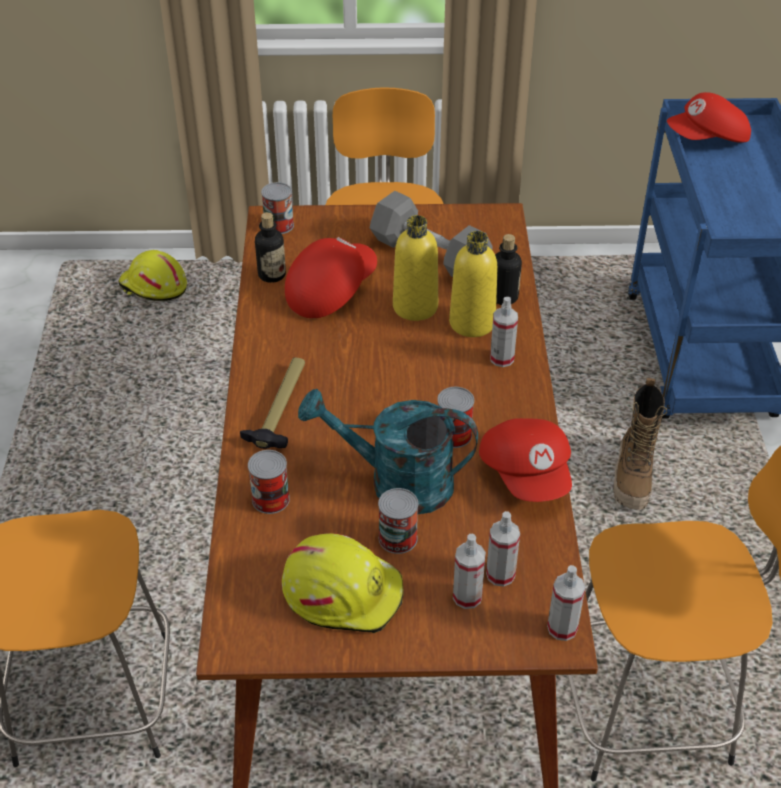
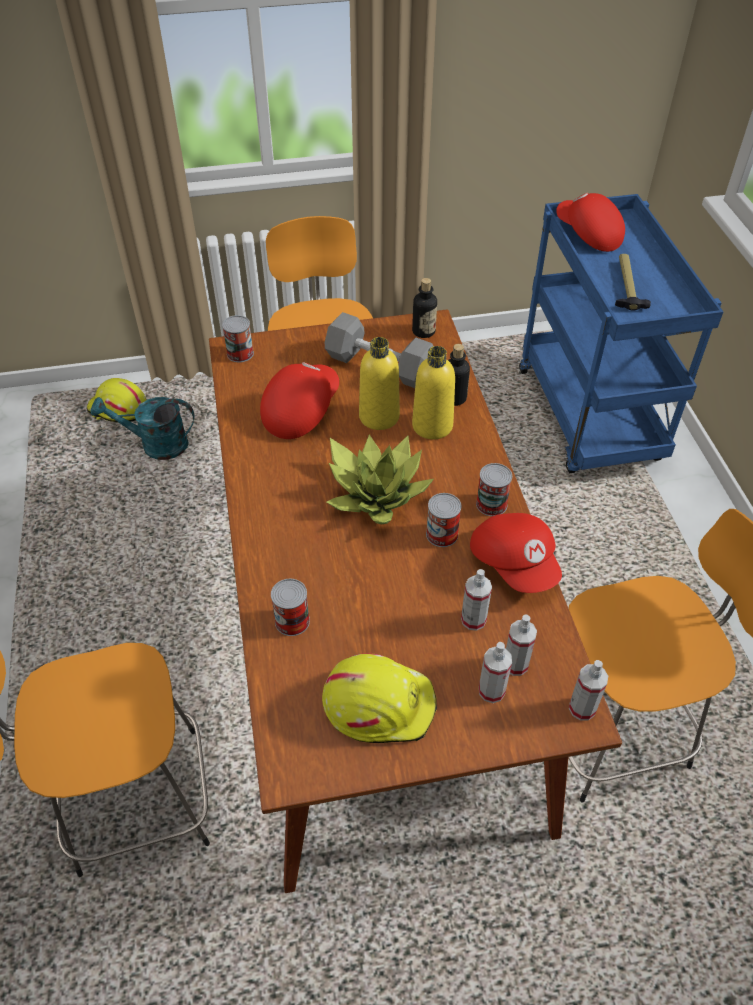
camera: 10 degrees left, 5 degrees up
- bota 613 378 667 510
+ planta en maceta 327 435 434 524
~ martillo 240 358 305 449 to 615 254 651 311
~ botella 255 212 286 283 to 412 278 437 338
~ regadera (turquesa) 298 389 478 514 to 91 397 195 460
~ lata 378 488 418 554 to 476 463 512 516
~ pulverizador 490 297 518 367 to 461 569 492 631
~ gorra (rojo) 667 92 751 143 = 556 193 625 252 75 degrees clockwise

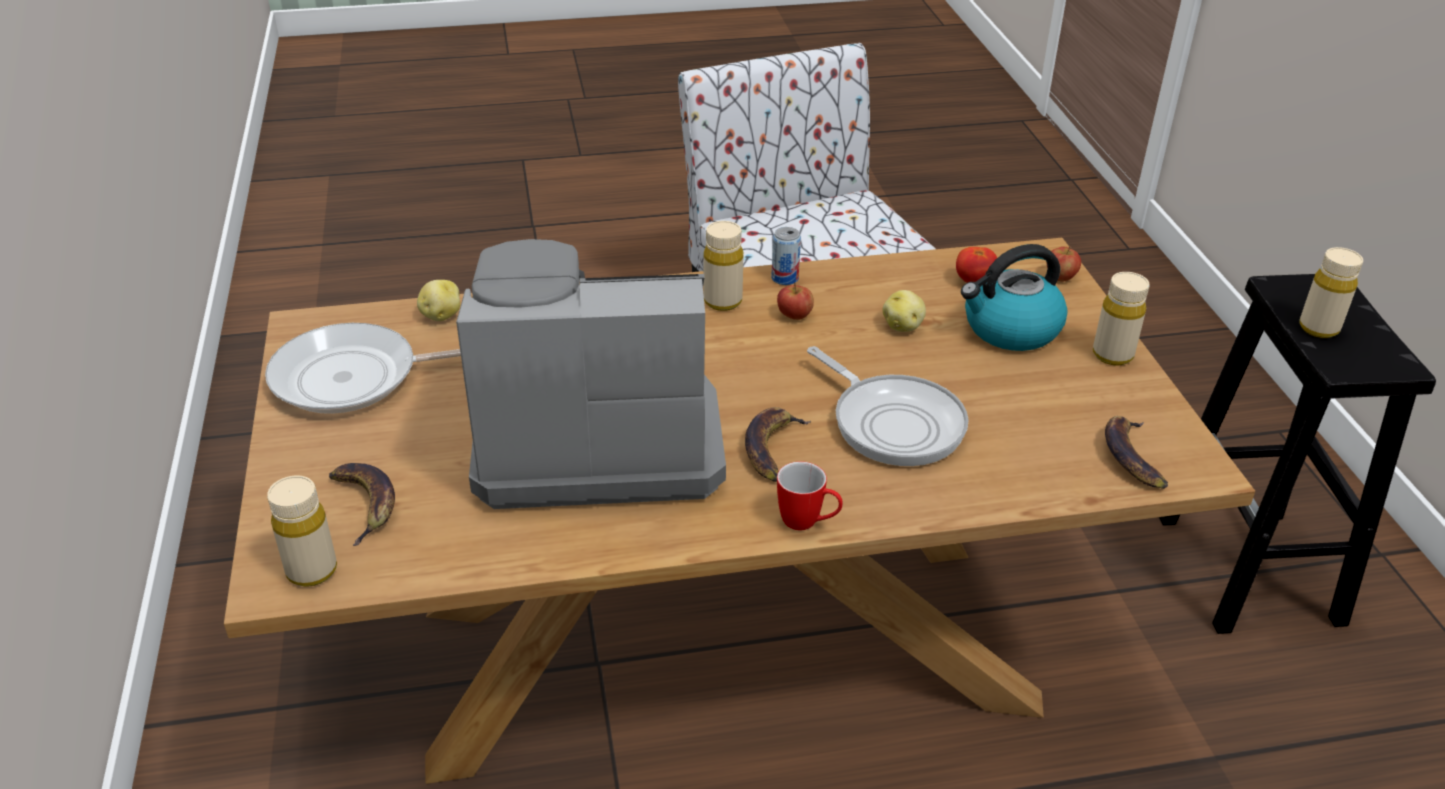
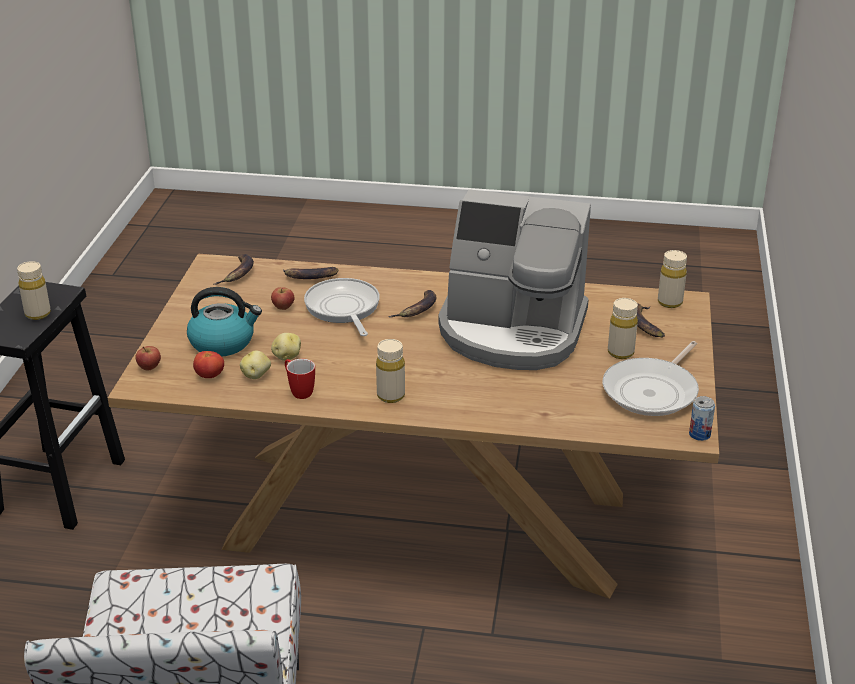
camera: 160 degrees left, 5 degrees down
+ plátano 283 267 338 279
~ patata 417 280 460 321 to 240 351 271 379
~ lata 771 227 801 285 to 689 396 715 441
~ manzana 777 283 814 320 to 271 287 294 310
~ taza grande 777 461 843 530 to 285 359 315 399
~ botella (beis) 1093 272 1149 366 to 608 298 638 359
~ sartén 265 323 461 414 = 603 341 699 416 120 degrees clockwise

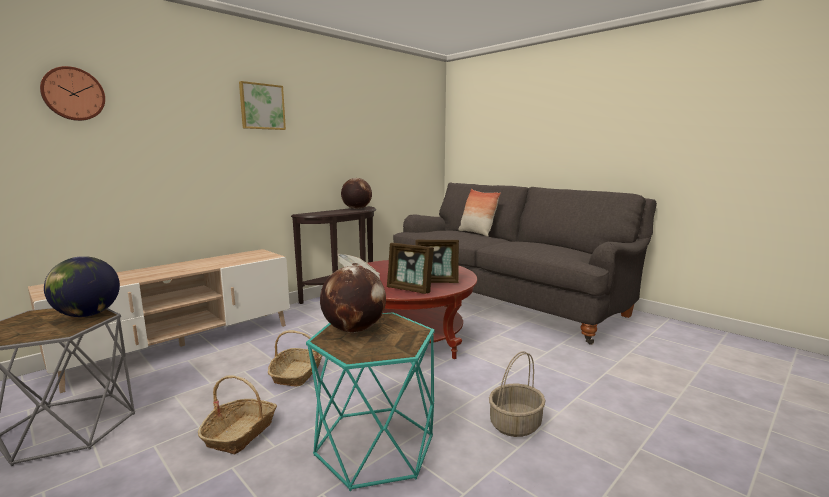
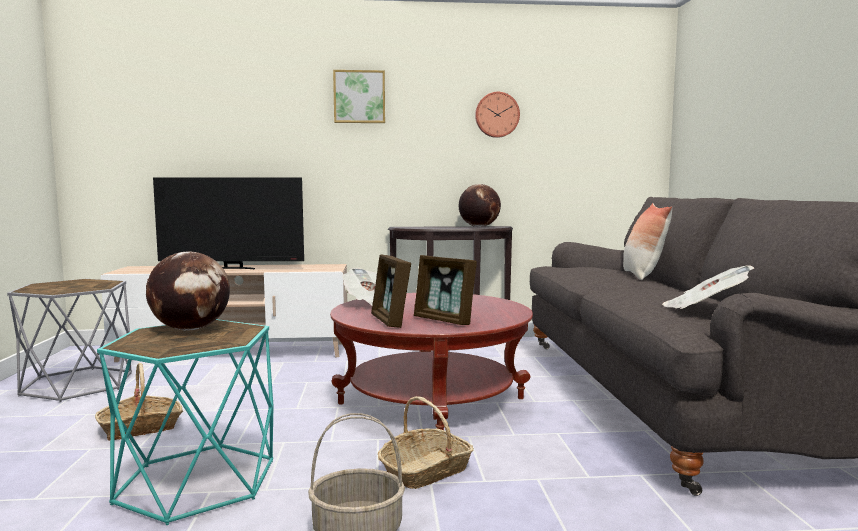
camera: 40 degrees right, 5 degrees down
- globo terráqueo 44 256 120 317
+ televisor 153 178 304 269
+ periódico 662 265 754 309
~ reloj de pared 40 66 105 121 to 475 92 520 138
~ cesta 268 330 323 387 to 378 396 473 489

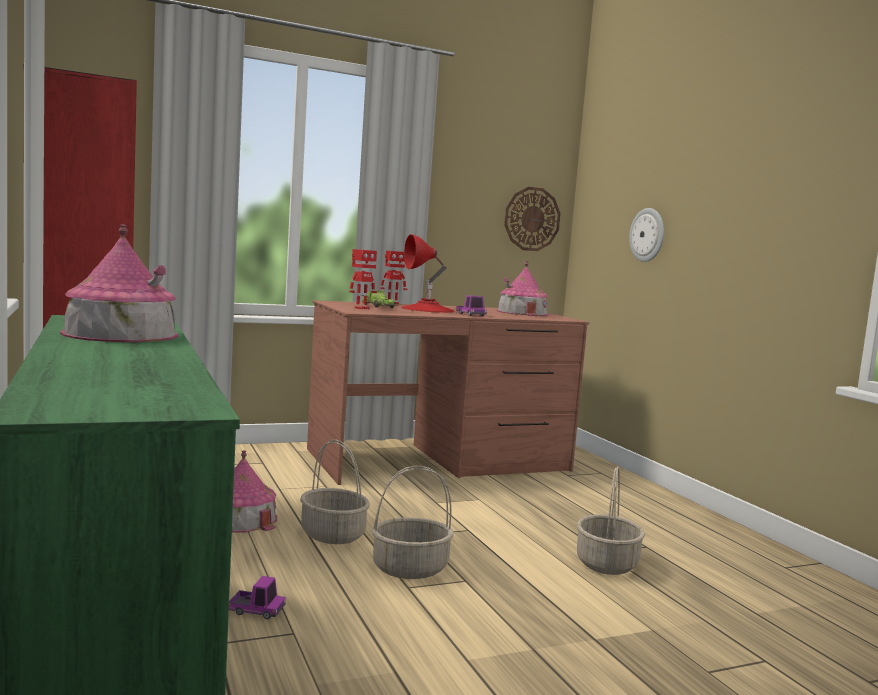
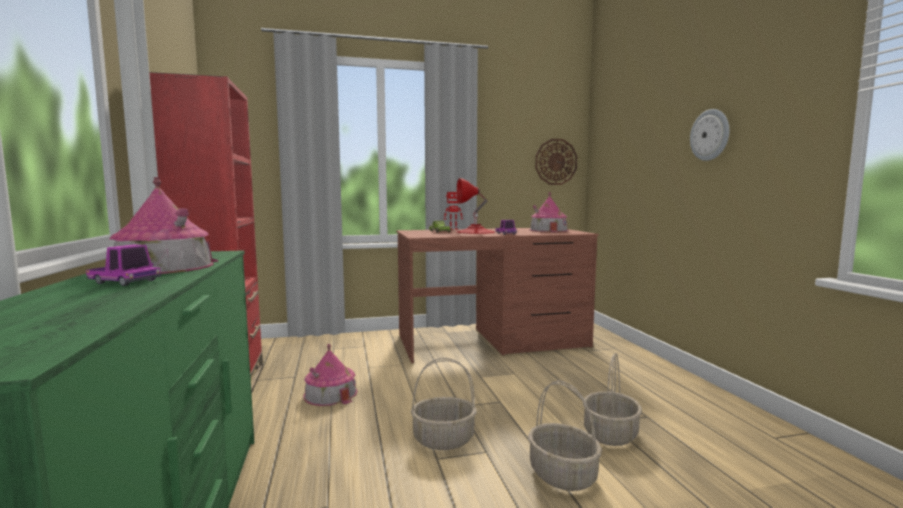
camera: 10 degrees right, 0 degrees up
- robot de juguete 349 249 377 309
~ camión de juguete 229 576 286 619 to 86 244 161 286
~ cesta 300 440 370 544 to 528 380 602 491
~ reloj de pared 629 208 664 262 to 690 109 729 161

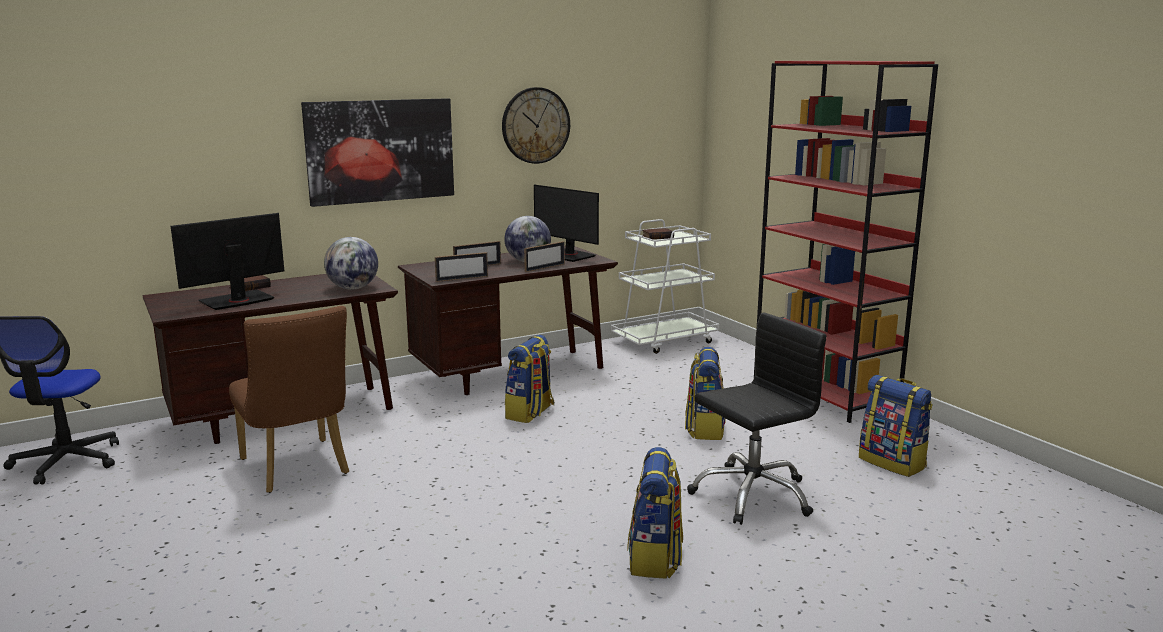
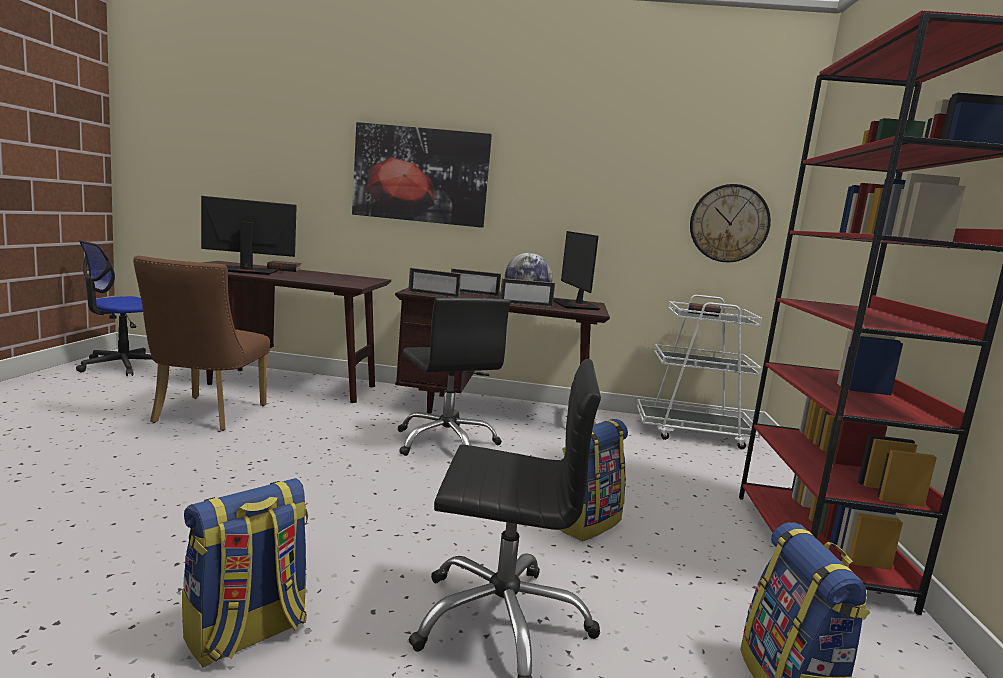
camera: 35 degrees right, 5 degrees down
- globo terráqueo 324 237 378 290
~ reloj de pared 502 87 570 164 to 690 184 771 262
~ mochila 505 335 555 423 to silla de oficina (negro) 398 297 510 456

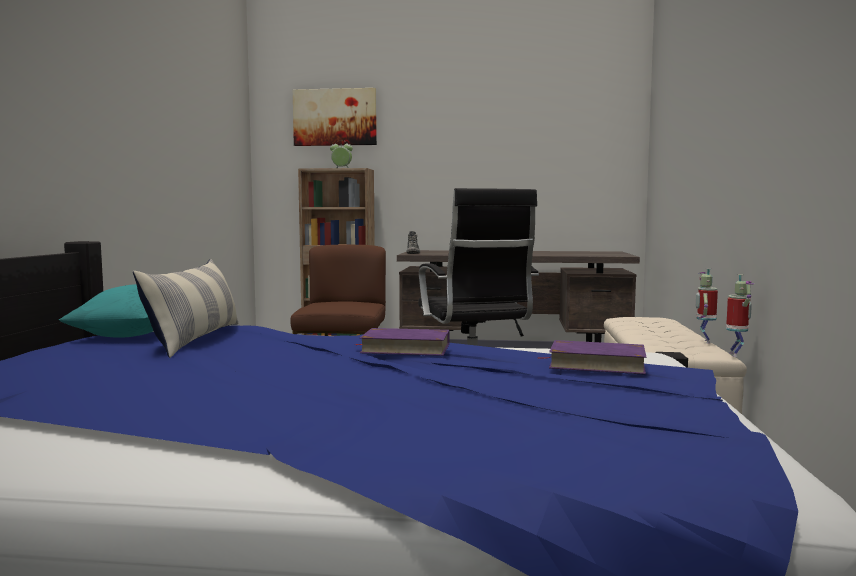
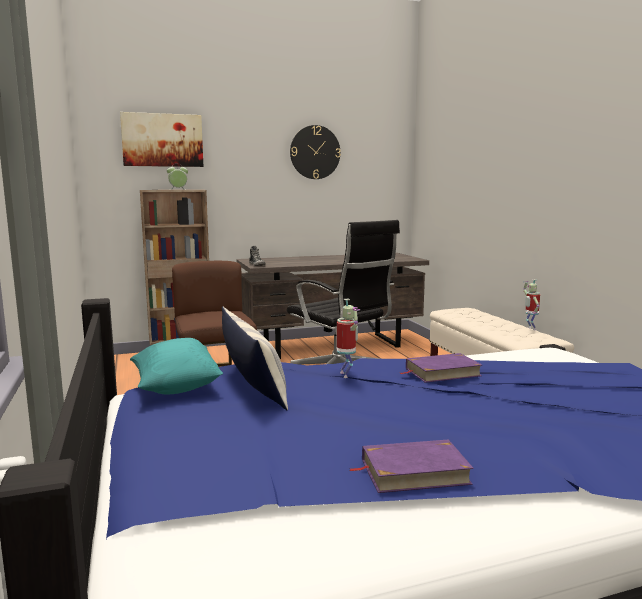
camera: 25 degrees left, 5 degrees up
+ reloj de pared 290 125 341 179
~ libro (morado) 538 340 647 374 to 349 440 474 493
~ robot de juguete 726 274 755 357 to 337 299 360 378

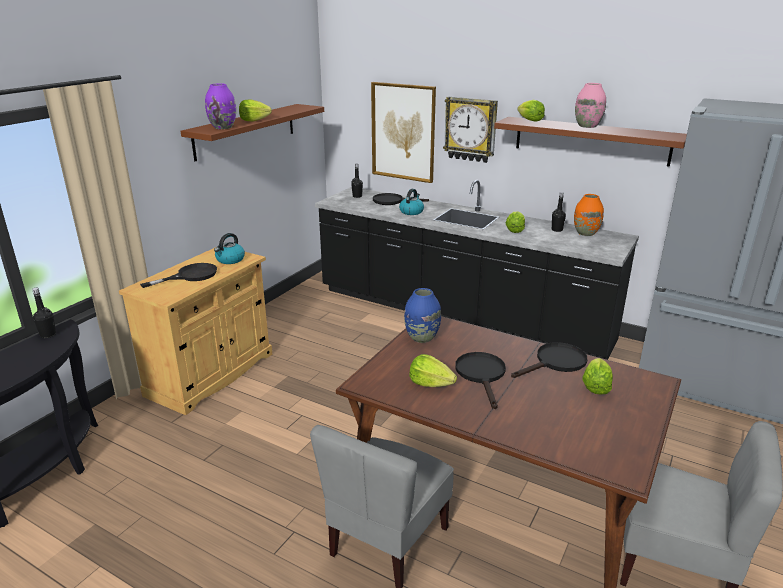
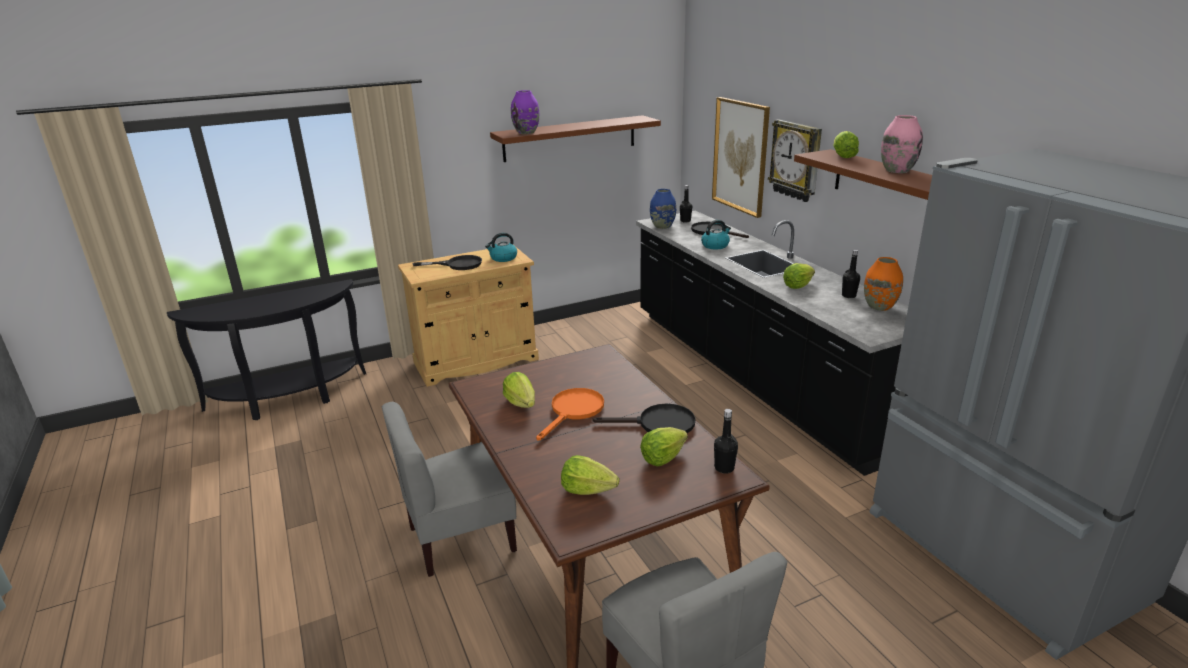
camera: 35 degrees right, 0 degrees up
~ botella (negro) 32 288 56 338 to 714 409 738 474
~ lechuga 239 99 272 121 to 561 455 620 495
~ florero (azul) 404 288 441 343 to 650 189 676 229
~ sartén (negro) 455 352 506 409 to sartén (naranja) 536 388 604 441

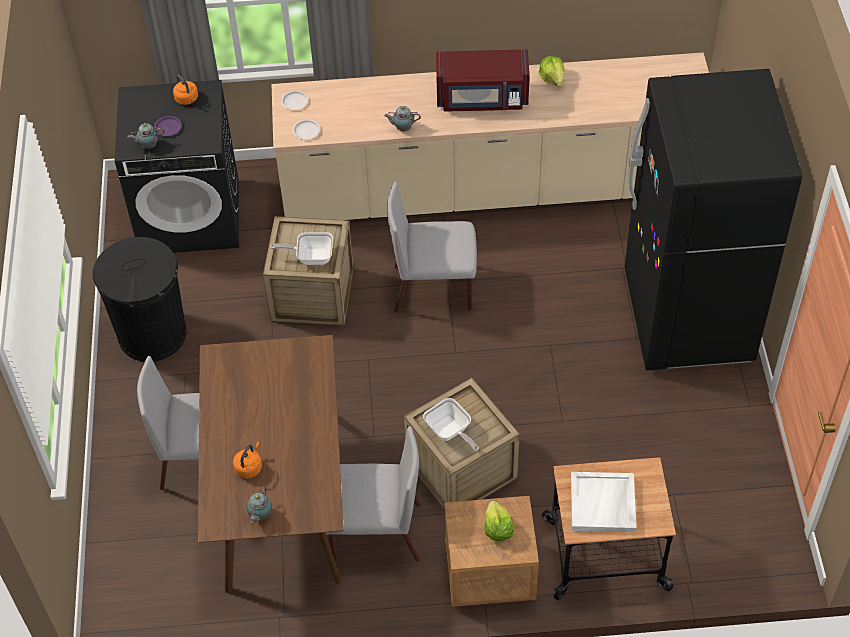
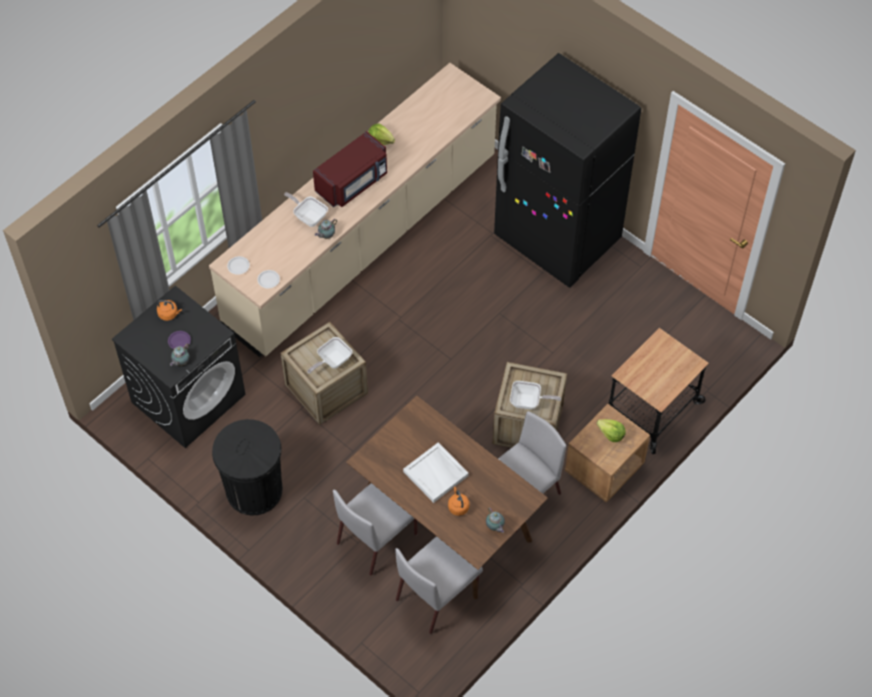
camera: 45 degrees left, 5 degrees up
+ sartén 284 192 328 227
~ silla (gris) 387 182 477 312 to 395 536 483 634
~ bandeja (blanco) 571 472 636 532 to 403 443 469 503

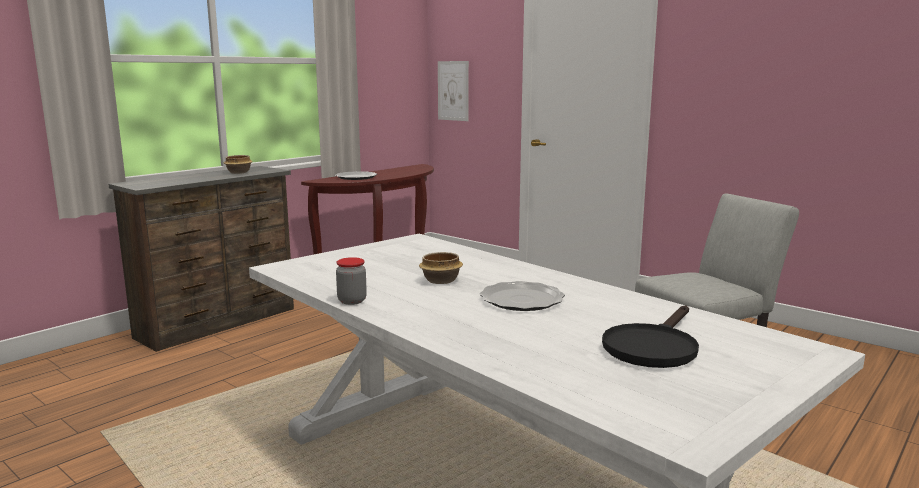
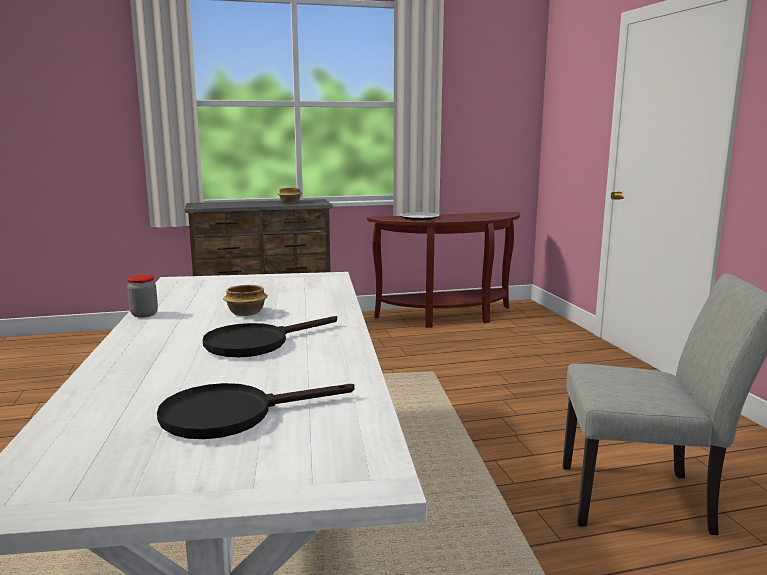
camera: 35 degrees right, 0 degrees up
- cuadro 438 61 469 121
~ plato 480 281 565 311 to sartén (negro) 203 316 337 357

